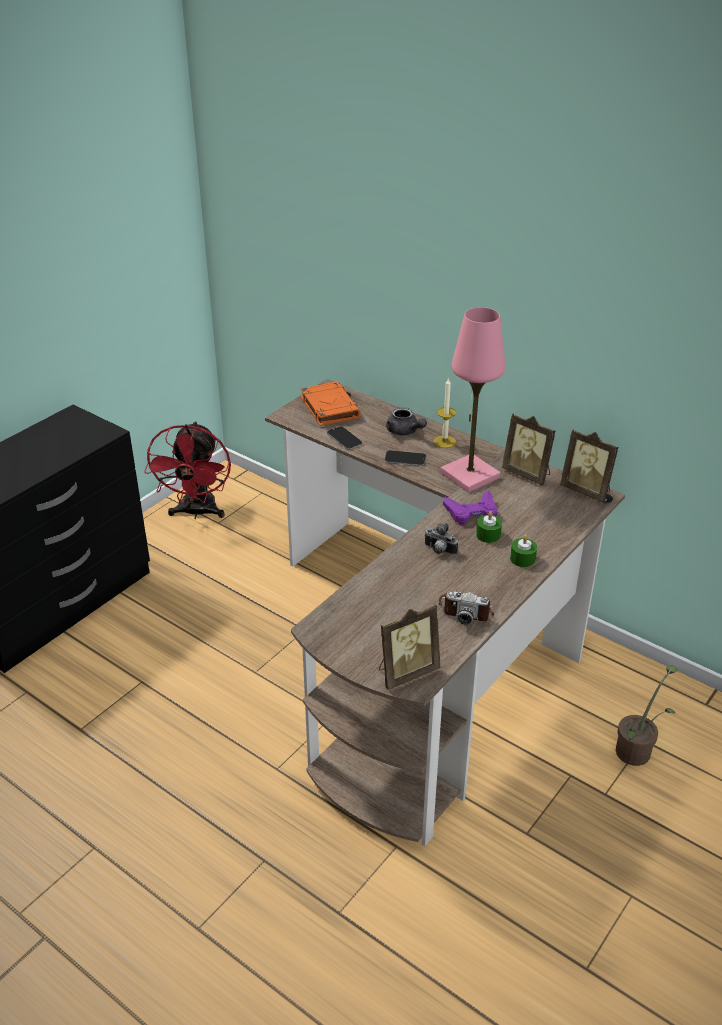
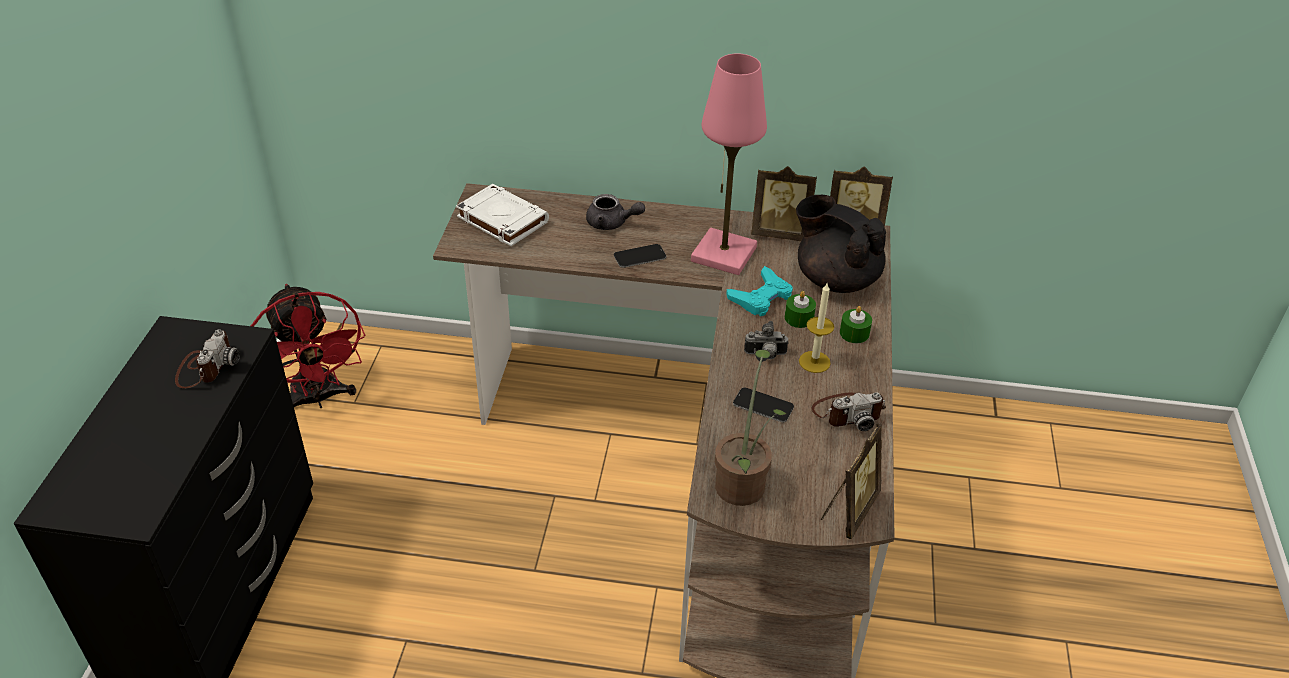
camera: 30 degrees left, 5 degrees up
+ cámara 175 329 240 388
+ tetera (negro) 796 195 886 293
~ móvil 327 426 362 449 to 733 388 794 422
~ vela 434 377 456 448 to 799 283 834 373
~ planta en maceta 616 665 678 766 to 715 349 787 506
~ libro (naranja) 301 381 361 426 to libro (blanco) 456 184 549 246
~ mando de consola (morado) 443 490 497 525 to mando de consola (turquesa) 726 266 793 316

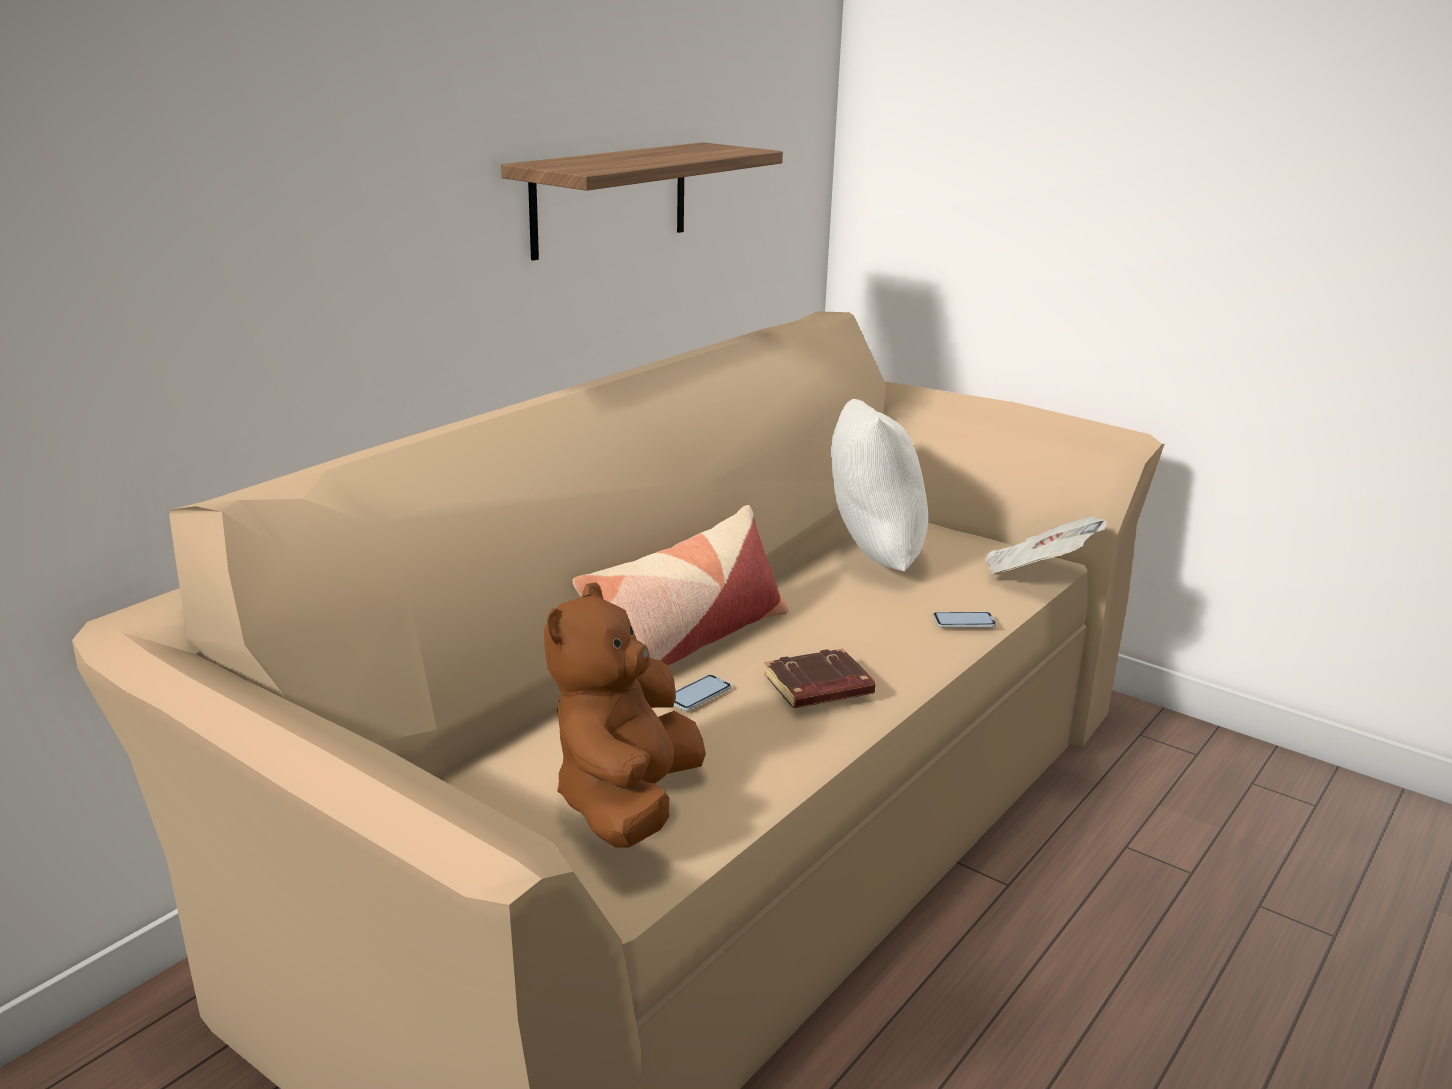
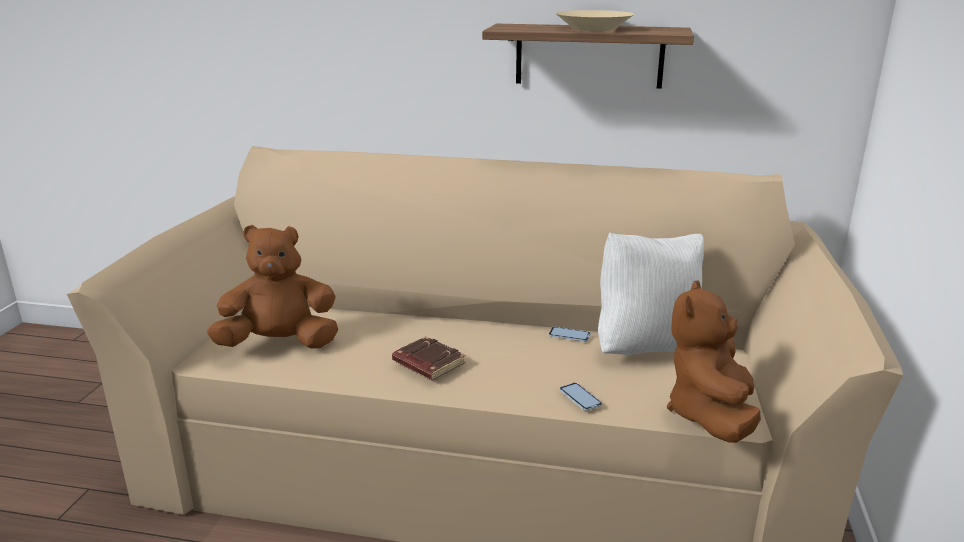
camera: 65 degrees right, 0 degrees up
- cojín 573 505 788 665
+ cuenco (beis) 555 10 635 31
~ móvil 674 675 732 711 to 549 327 591 342
~ periódico 985 516 1107 575 to peluche (marrón) 667 280 761 443

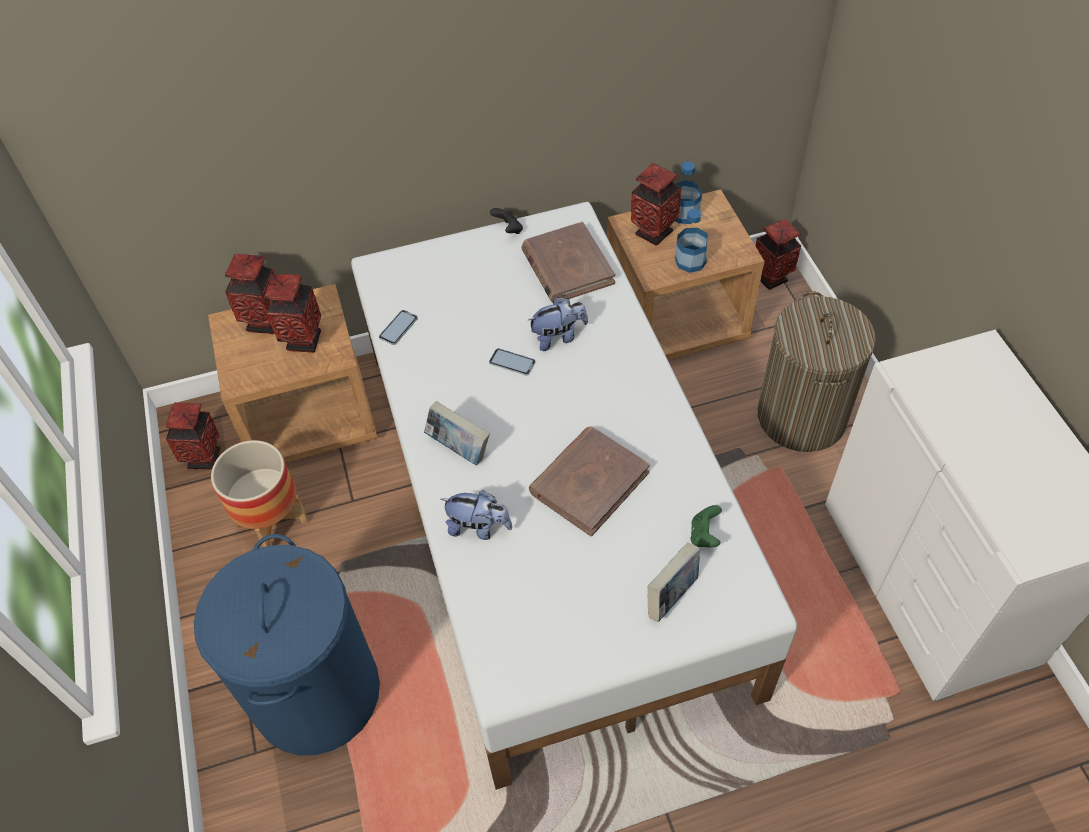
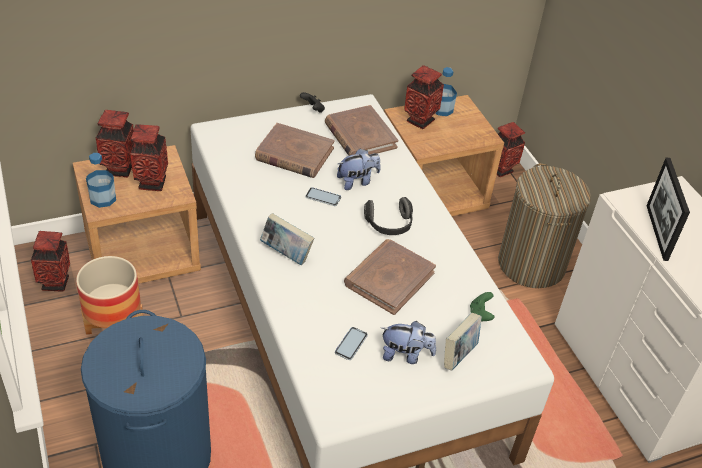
camera: 10 degrees left, 10 degrees down
+ libro (marrón) 255 123 335 178
+ auriculares 364 197 413 235
+ portarretratos 647 158 690 261
~ móvil 379 310 418 345 to 335 327 368 360
~ peluche 441 490 513 540 to 382 321 436 364
~ botella 675 209 707 273 to 86 153 116 208

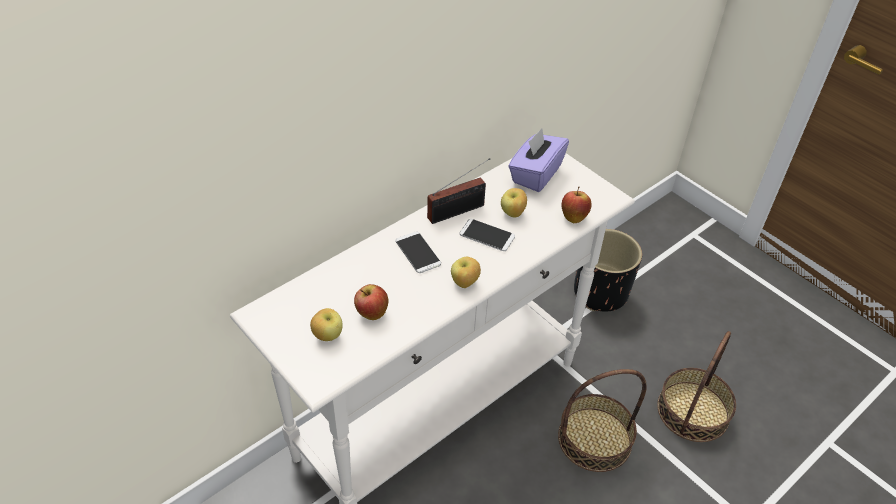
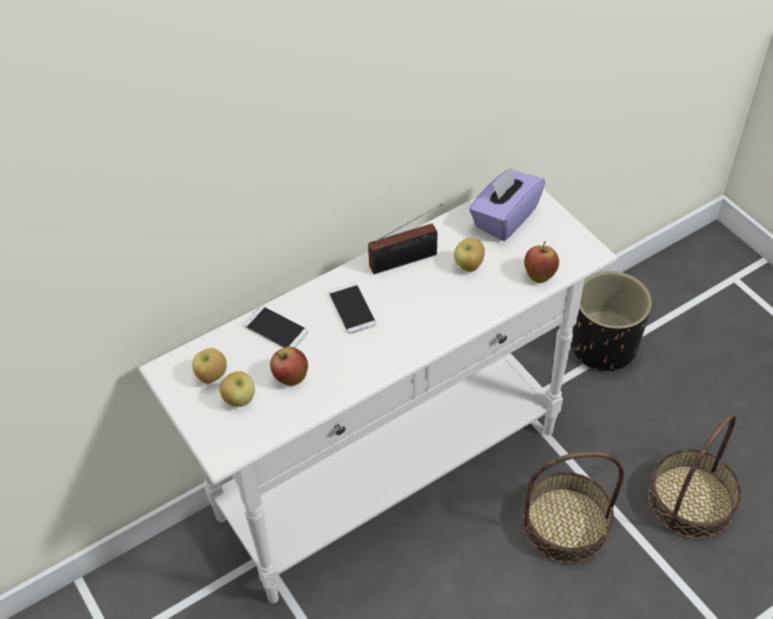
camera: 10 degrees right, 5 degrees up
~ manzana 451 257 481 288 to 192 348 227 384
~ móvil 459 219 515 251 to 244 306 308 348

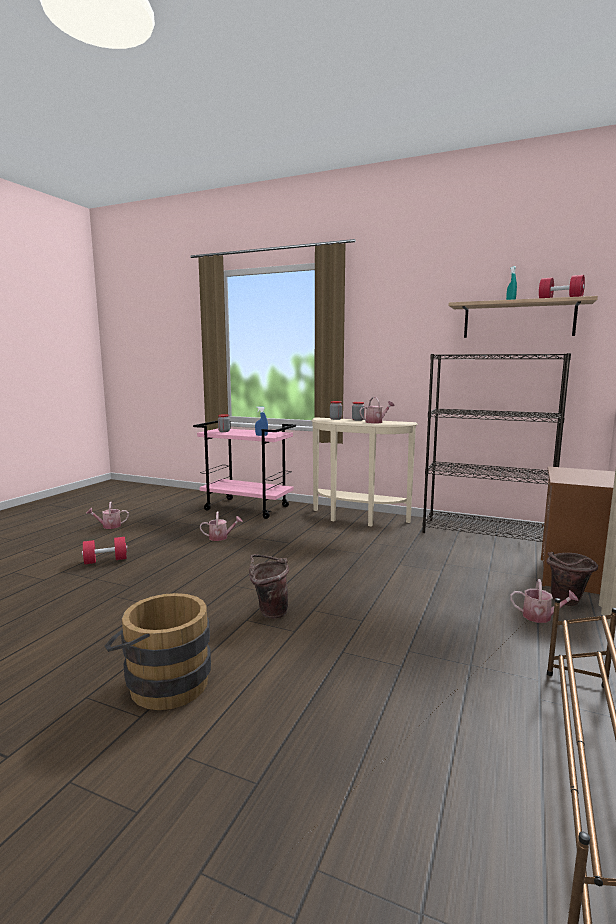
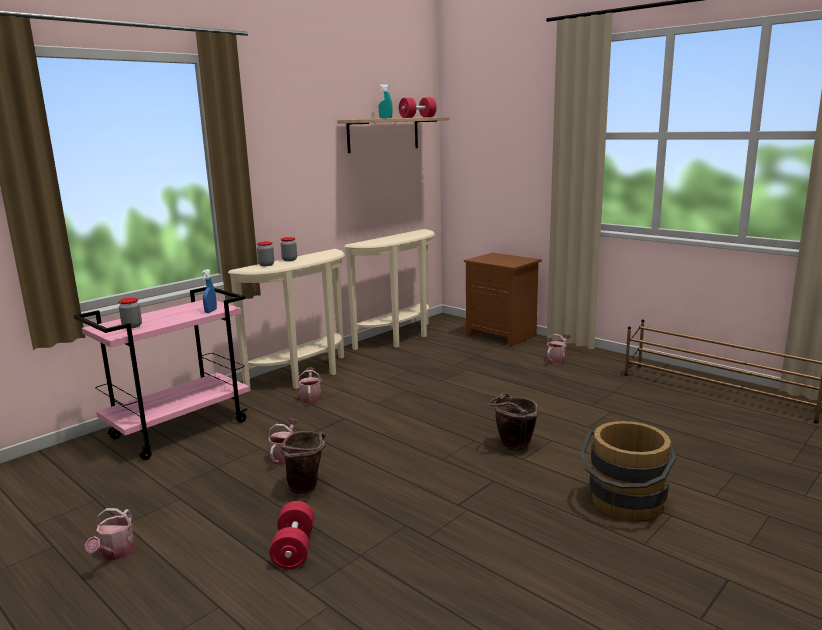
camera: 70 degrees left, 5 degrees up
~ regadera 360 397 395 424 to 298 368 322 404
~ cubo (marrón) 546 552 598 606 to 281 431 326 494
~ estantería (negro) 422 353 571 542 to mesa consola (beis) 344 229 435 350

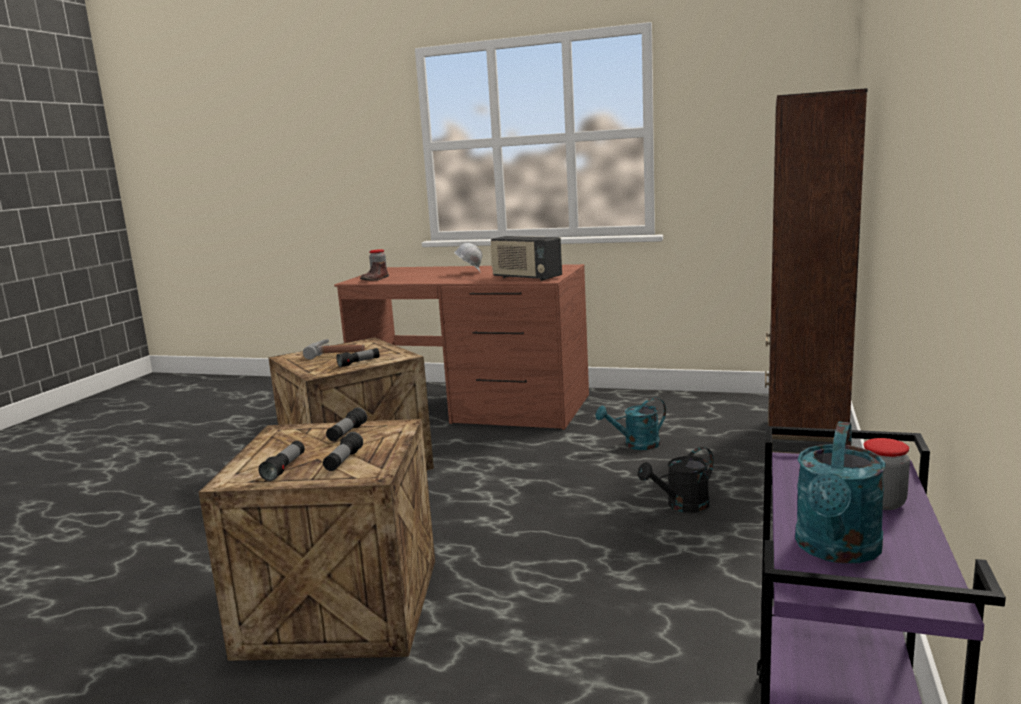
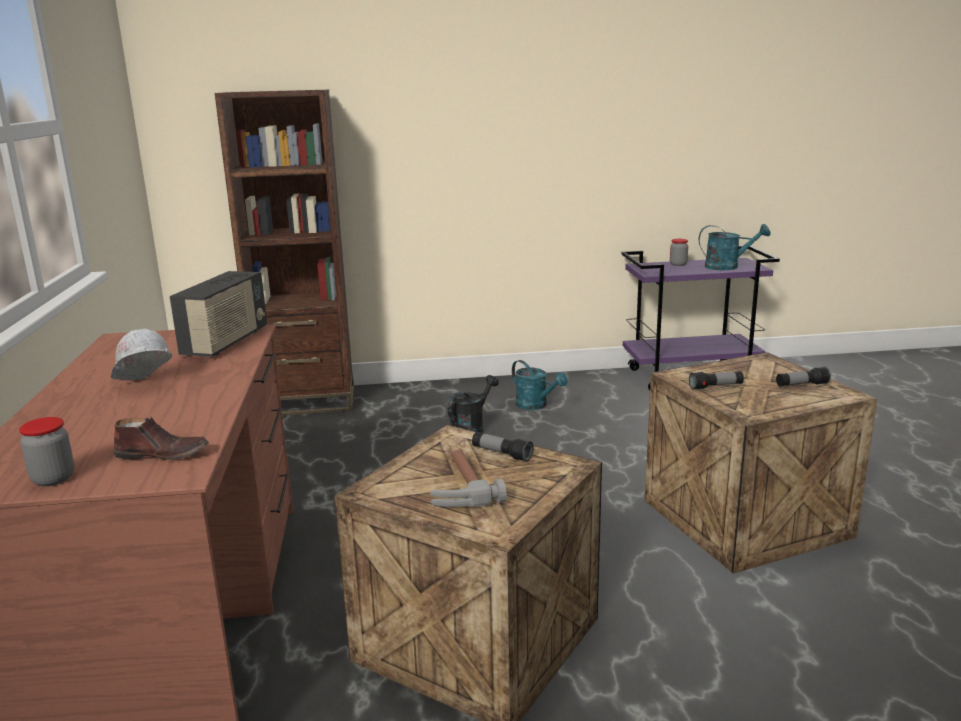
camera: 115 degrees left, 5 degrees up
- linterna 323 432 363 471
~ regadera (turquesa) 595 398 666 450 to 512 360 567 410
~ regadera (negro) 638 447 714 513 = 448 375 499 433 90 degrees counterclockwise

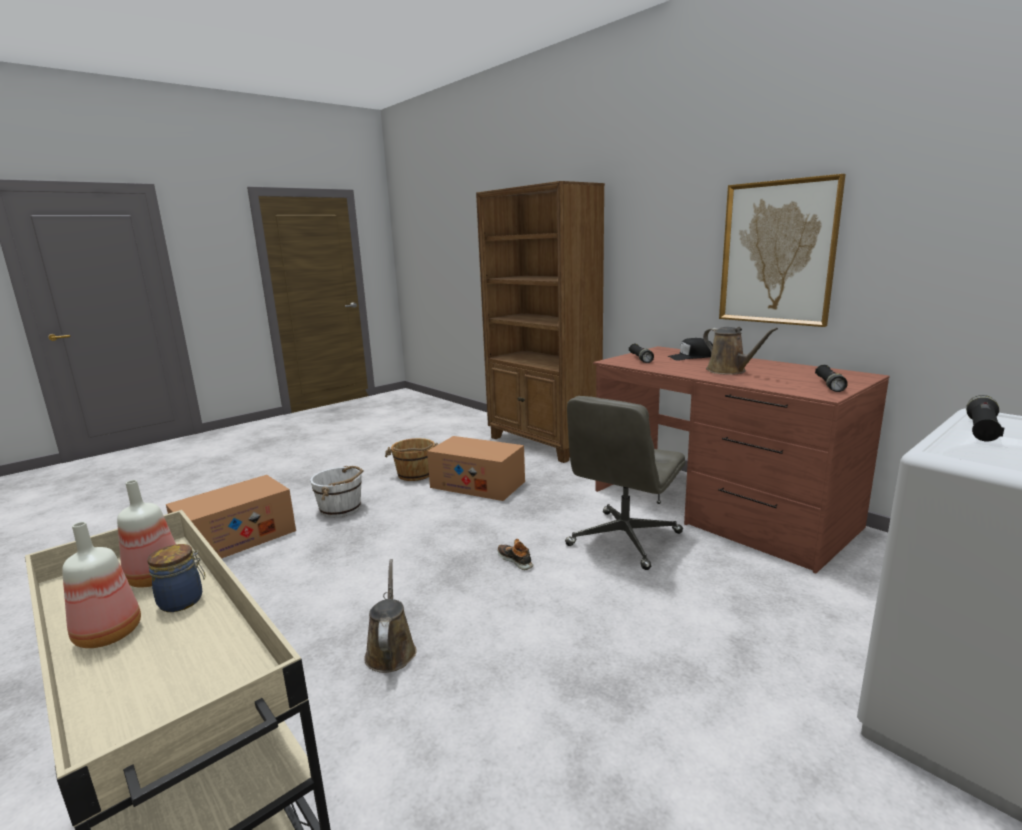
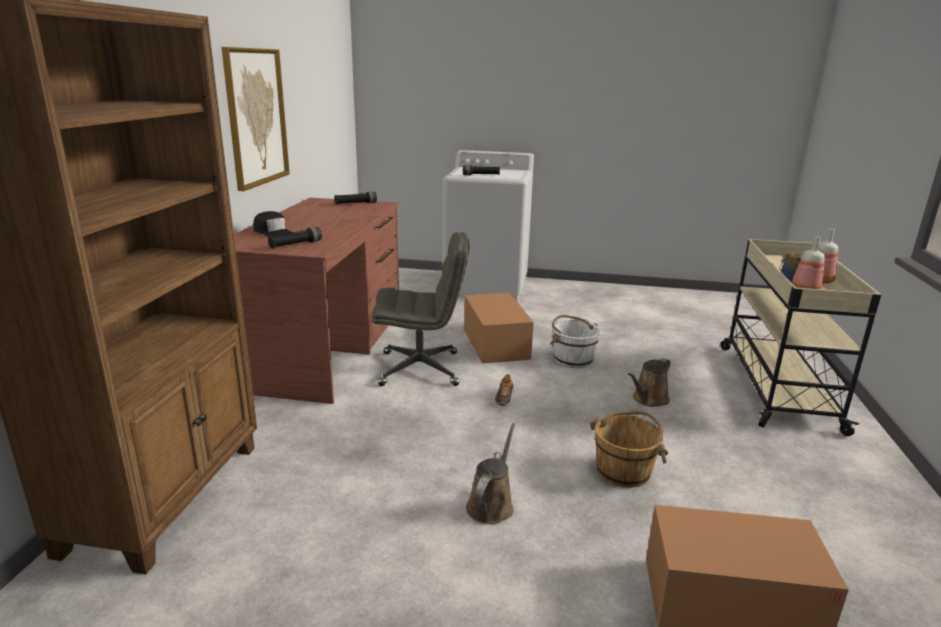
camera: 130 degrees left, 5 degrees up
~ cubo (blanco) 310 466 364 517 to 551 315 601 368
~ cubo (marrón) 385 438 438 481 to 590 411 668 487
~ caja de cartón 427 436 525 501 to 464 293 534 364
~ regadera (marrón) 703 327 778 375 to 466 423 516 524

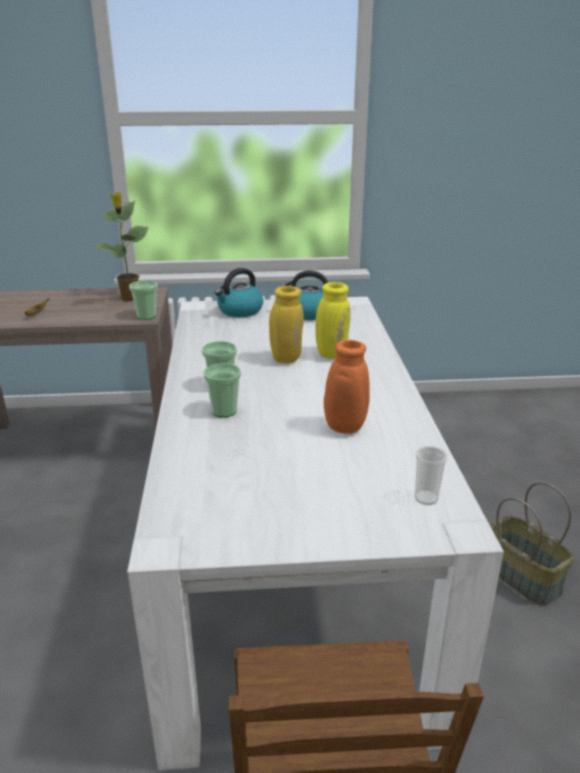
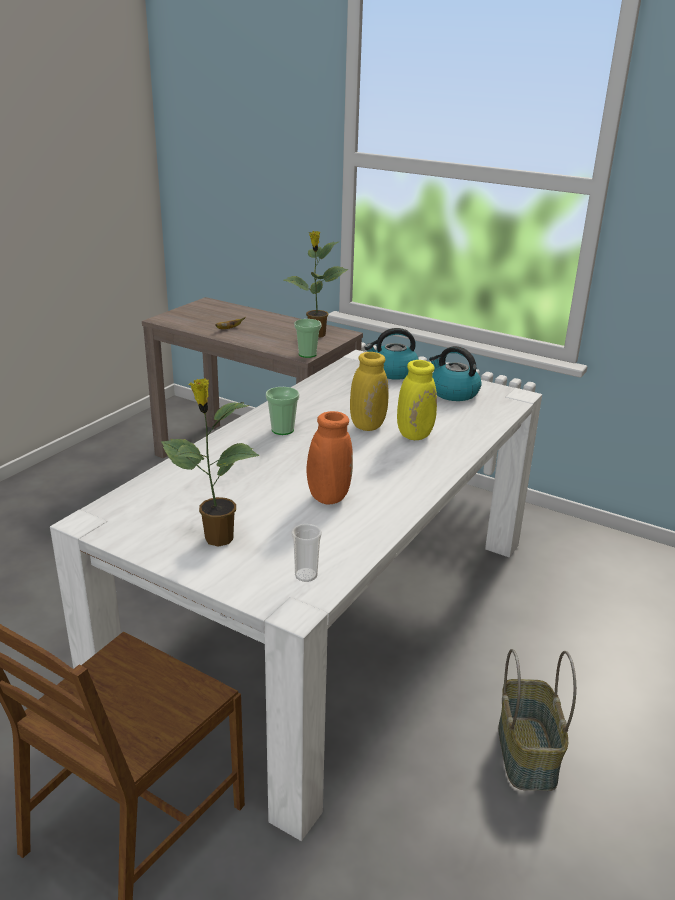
camera: 35 degrees right, 0 degrees up
- taza 203 363 241 418
+ planta en maceta 161 378 259 547

